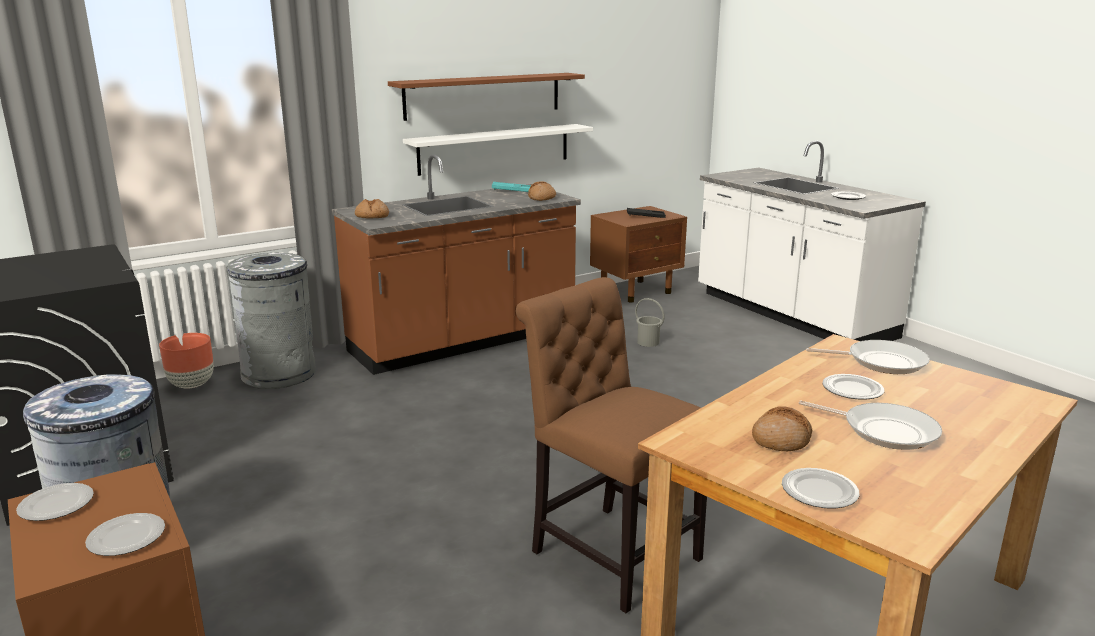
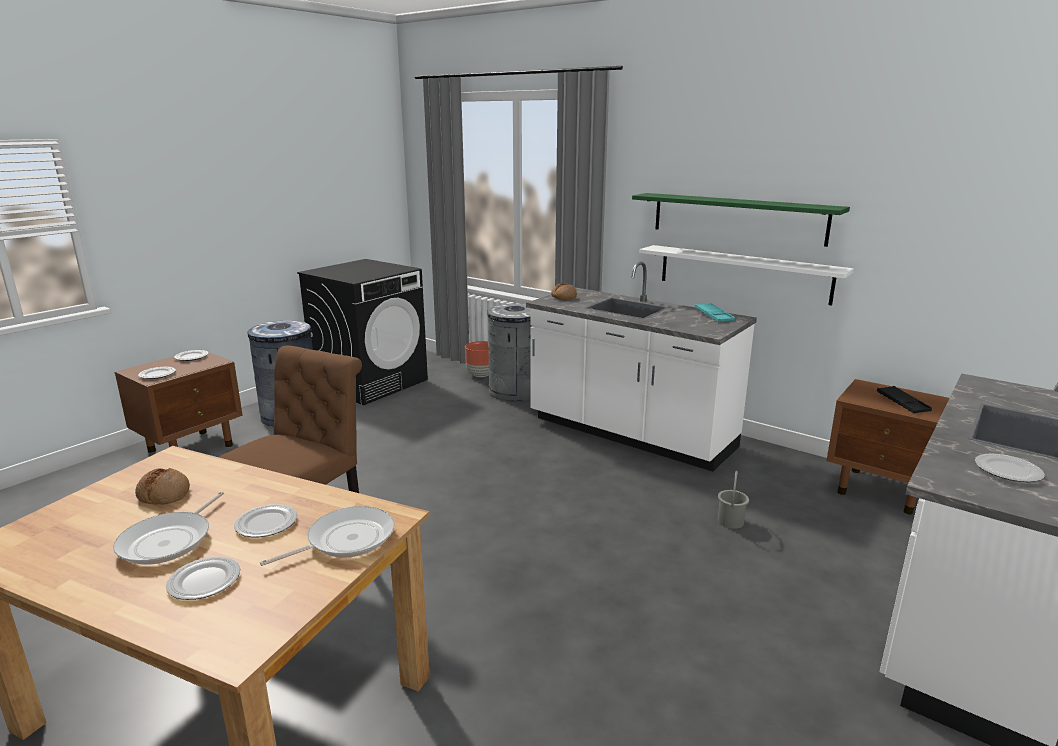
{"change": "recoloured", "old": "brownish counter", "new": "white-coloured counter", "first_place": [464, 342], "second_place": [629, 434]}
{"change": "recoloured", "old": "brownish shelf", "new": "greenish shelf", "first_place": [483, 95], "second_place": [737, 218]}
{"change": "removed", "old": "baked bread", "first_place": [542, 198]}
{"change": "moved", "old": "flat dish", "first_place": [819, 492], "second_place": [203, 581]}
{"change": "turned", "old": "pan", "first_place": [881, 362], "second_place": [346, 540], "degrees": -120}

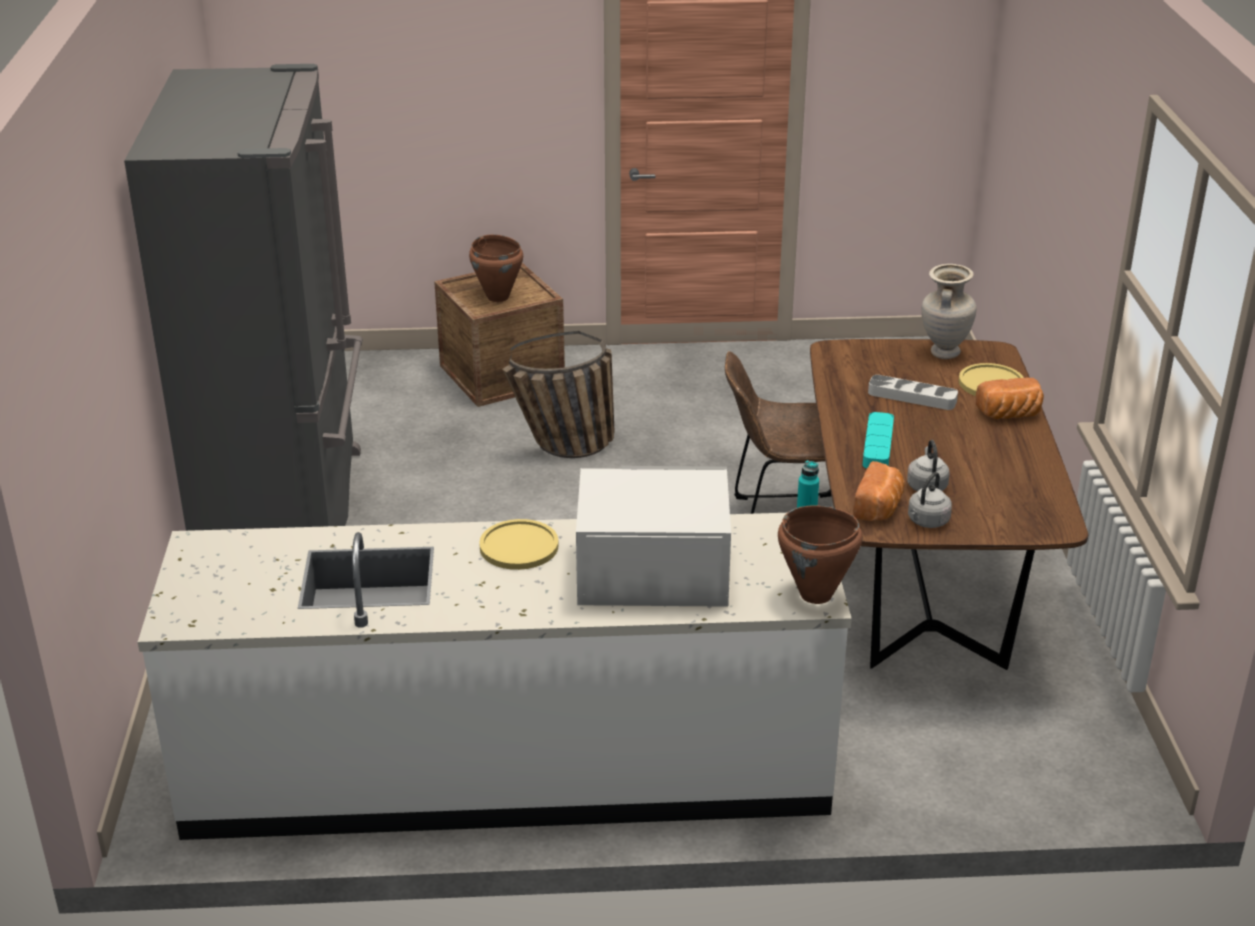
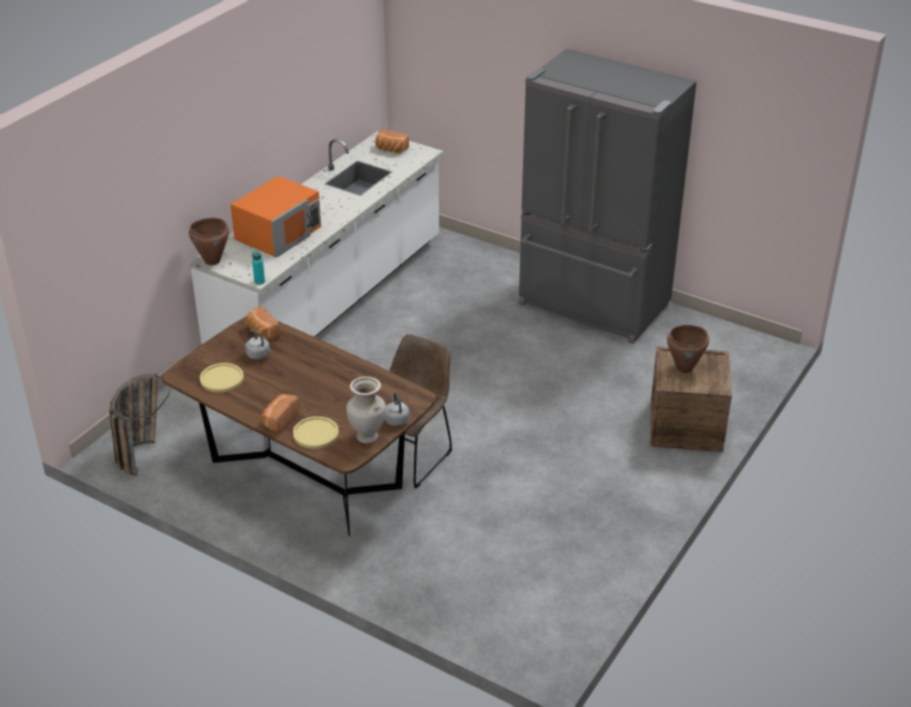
{"change": "moved", "old": "yellow flat dish", "first_place": [519, 546], "second_place": [222, 379]}
{"change": "moved", "old": "storage basket", "first_place": [563, 449], "second_place": [142, 451]}
{"change": "recoloured", "old": "white-coloured kitchen microwave", "new": "orangey kitchen microwave", "first_place": [651, 570], "second_place": [279, 233]}
{"change": "removed", "old": "turquoise tray", "first_place": [878, 445]}
{"change": "removed", "old": "grey tray", "first_place": [912, 397]}
{"change": "moved", "old": "grey water kettle", "first_place": [927, 522], "second_place": [396, 419]}
{"change": "added", "new": "baked bread", "second_place": [391, 150]}

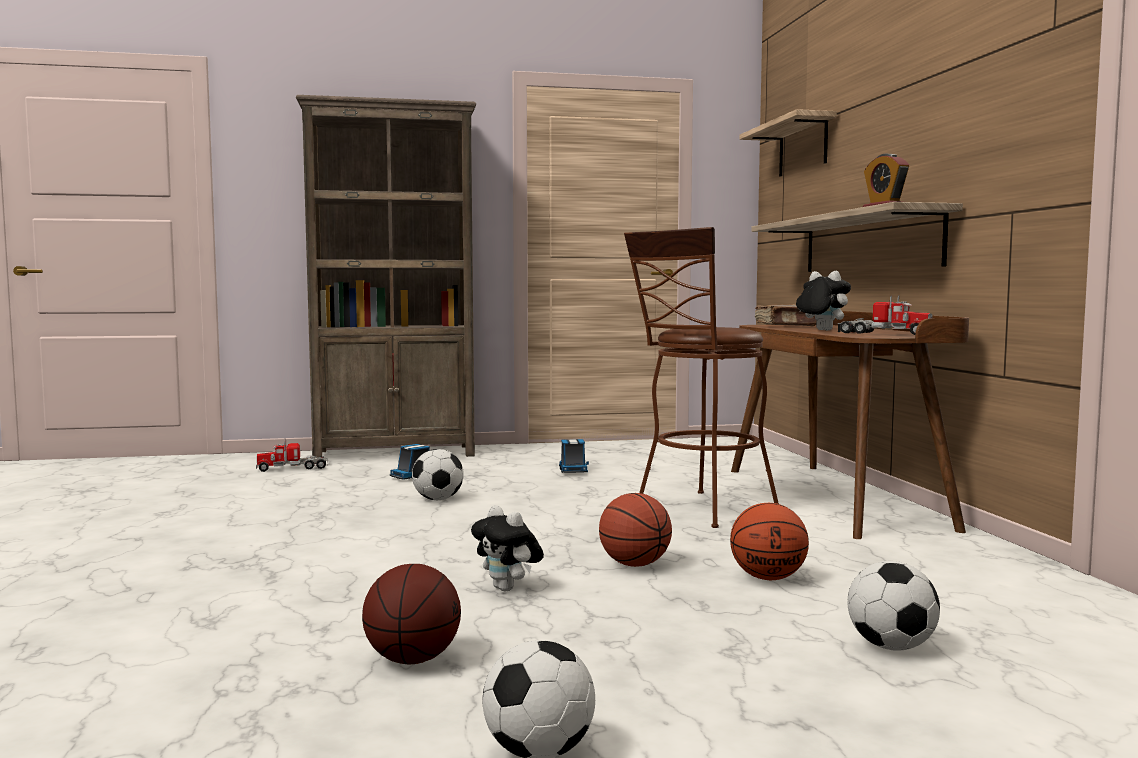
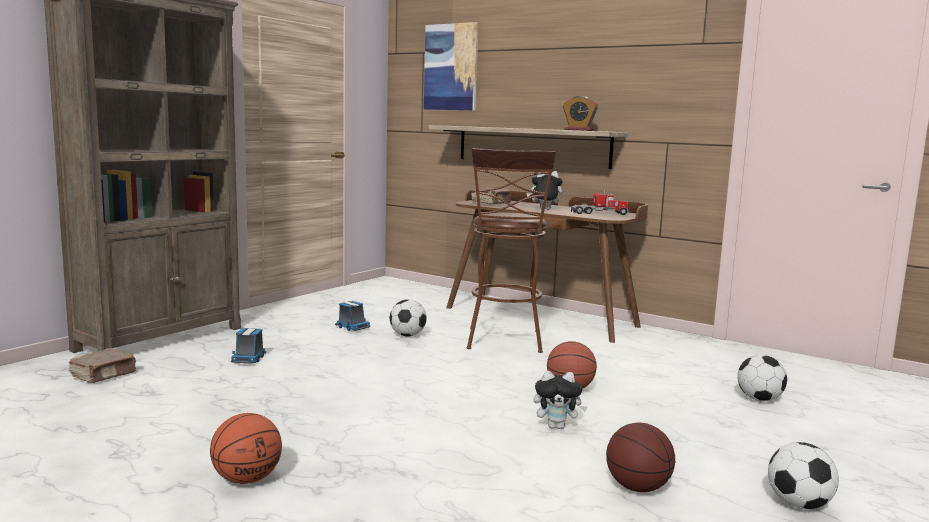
{"change": "replaced", "old": "toy truck", "new": "brownish volume", "first_place": [293, 468], "second_place": [104, 375]}
{"change": "moved", "old": "football ball", "first_place": [438, 499], "second_place": [408, 335]}
{"change": "moved", "old": "ball for basketball", "first_place": [768, 578], "second_place": [247, 479]}
{"change": "replaced", "old": "shelf", "new": "picture", "first_place": [803, 147], "second_place": [451, 67]}

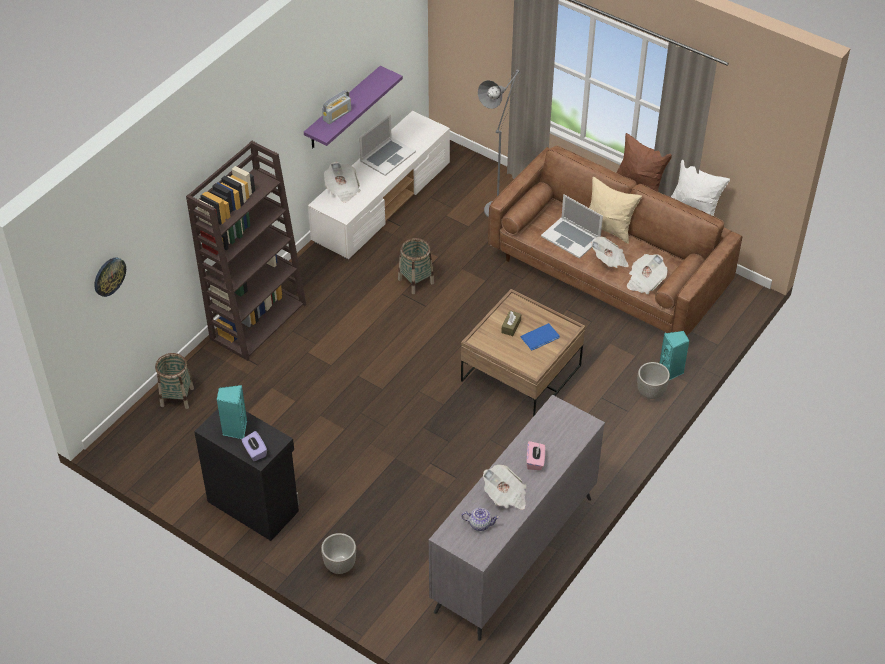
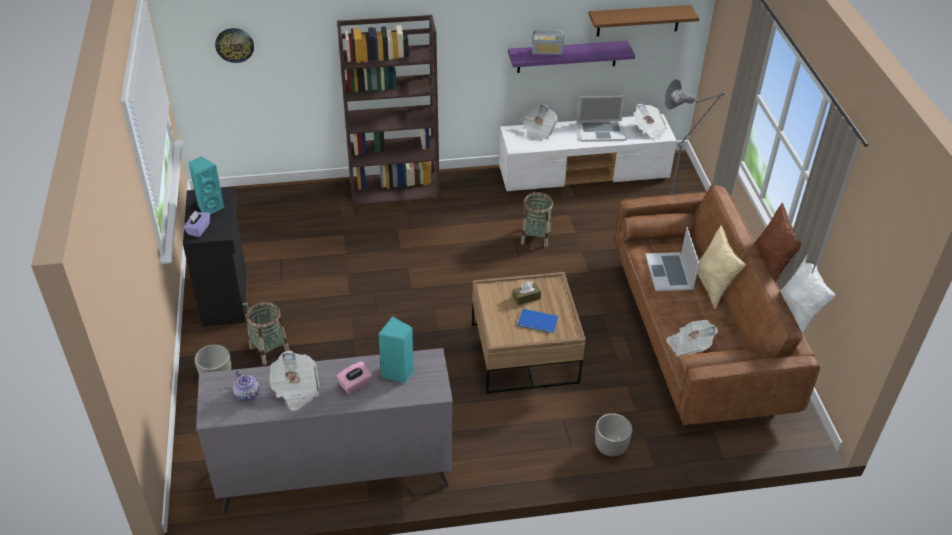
{"change": "moved", "old": "storage basket", "first_place": [177, 397], "second_place": [269, 349]}
{"change": "moved", "old": "daily paper", "first_place": [609, 261], "second_place": [649, 129]}
{"change": "moved", "old": "turquoise speaker", "first_place": [671, 371], "second_place": [398, 373]}
{"change": "added", "new": "brownish shelf", "second_place": [638, 20]}

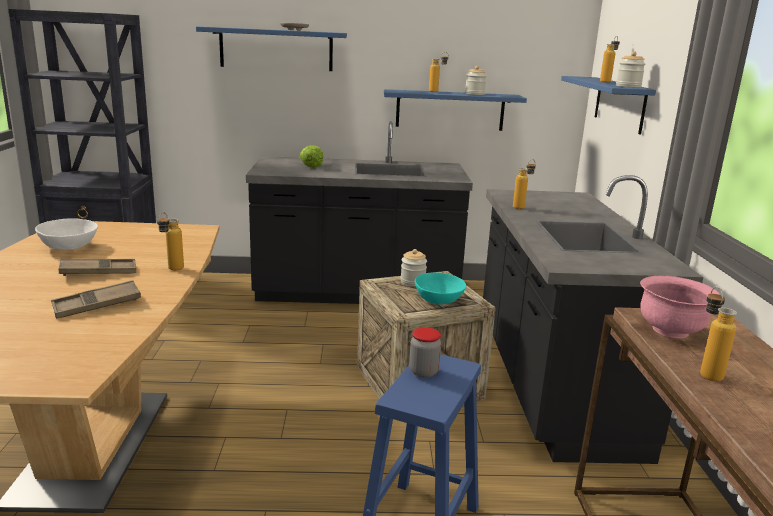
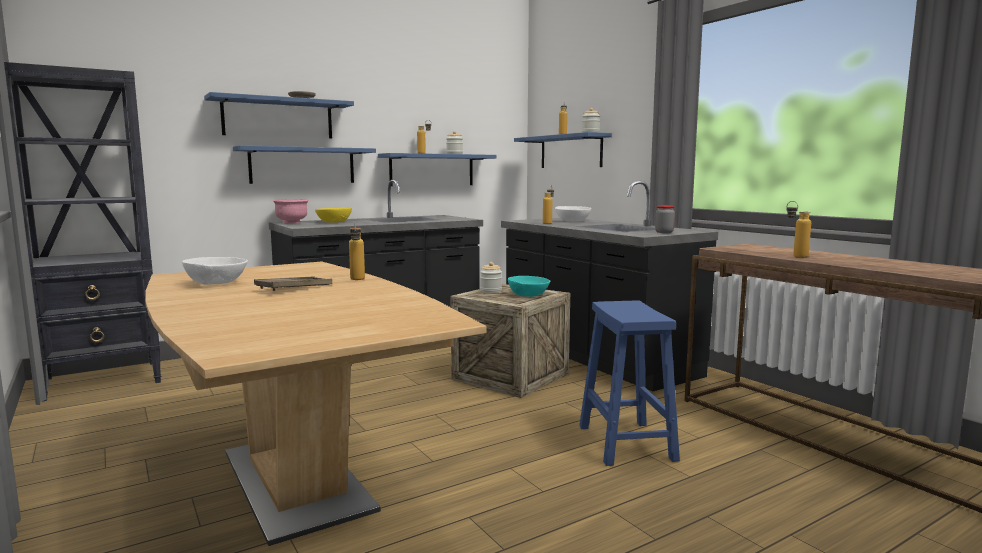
{"change": "removed", "old": "brownish tray", "first_place": [97, 305]}
{"change": "replaced", "old": "lettuce head", "new": "yellow deep dish", "first_place": [312, 165], "second_place": [334, 222]}
{"change": "moved", "old": "jar", "first_place": [423, 372], "second_place": [664, 232]}
{"change": "moved", "old": "pink-coloured deep dish", "first_place": [671, 331], "second_place": [292, 222]}
{"change": "added", "new": "bluish shelf", "second_place": [302, 165]}
{"change": "added", "new": "white-coloured deep dish", "second_place": [573, 221]}

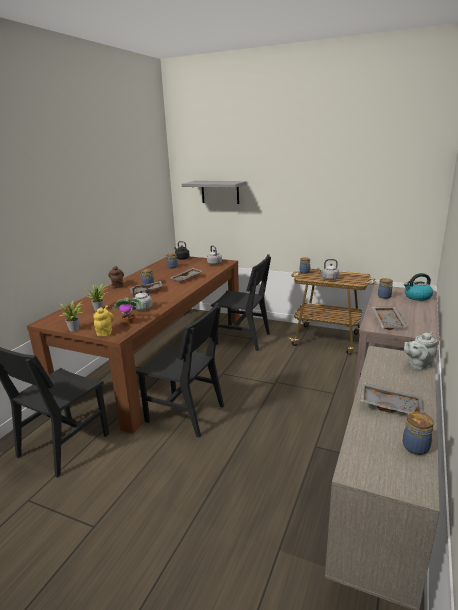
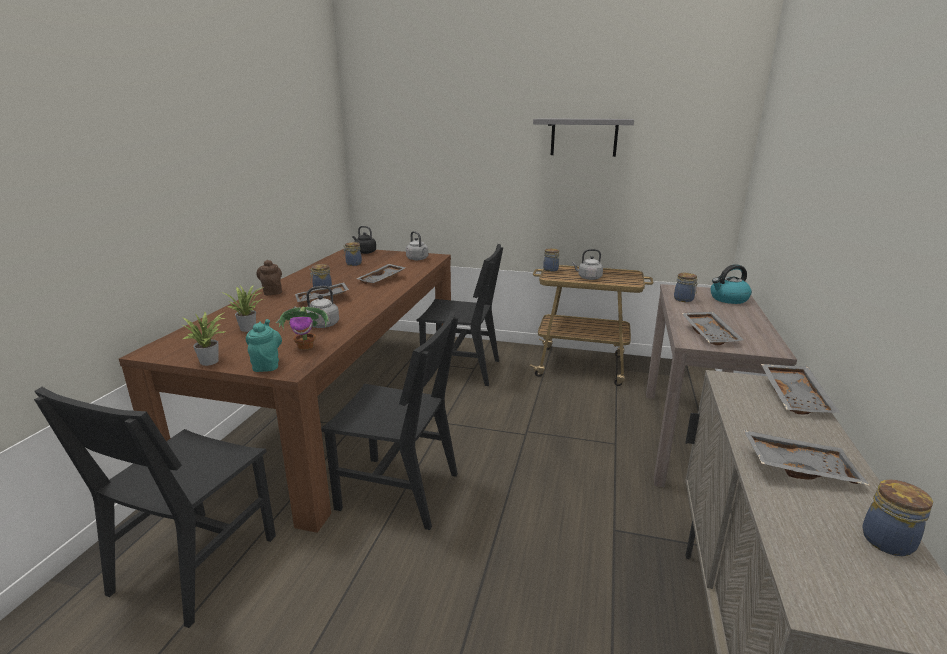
{"change": "recoloured", "old": "yellow pot for tea", "new": "turquoise pot for tea", "first_place": [105, 332], "second_place": [266, 365]}
{"change": "moved", "old": "grey shelf", "first_place": [220, 192], "second_place": [584, 137]}
{"change": "replaced", "old": "grey pot for tea", "new": "grey tray", "first_place": [418, 365], "second_place": [796, 397]}

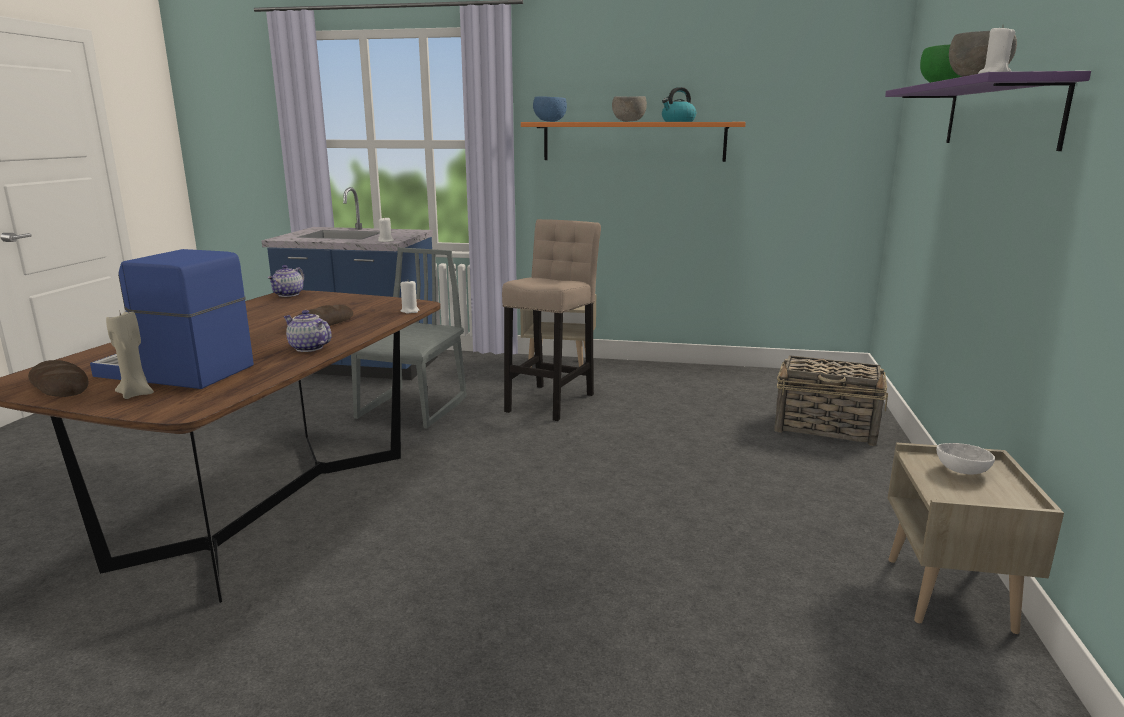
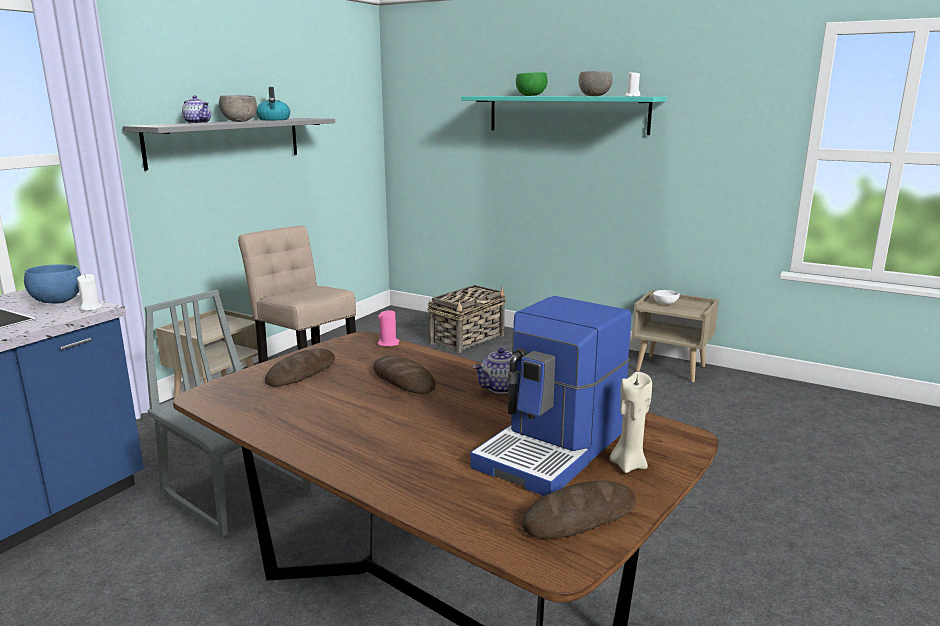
{"change": "moved", "old": "pot for tea", "first_place": [289, 294], "second_place": [198, 123]}
{"change": "recoloured", "old": "white-coloured candle", "new": "pink-coloured candle", "first_place": [410, 311], "second_place": [388, 343]}
{"change": "recoloured", "old": "orangey shelf", "new": "grey shelf", "first_place": [633, 141], "second_place": [226, 141]}
{"change": "moved", "old": "bluish deep dish", "first_place": [550, 121], "second_place": [58, 302]}
{"change": "recoloured", "old": "purple-coloured shelf", "new": "turquoise shelf", "first_place": [999, 114], "second_place": [567, 114]}
{"change": "added", "new": "baked bread", "second_place": [301, 373]}

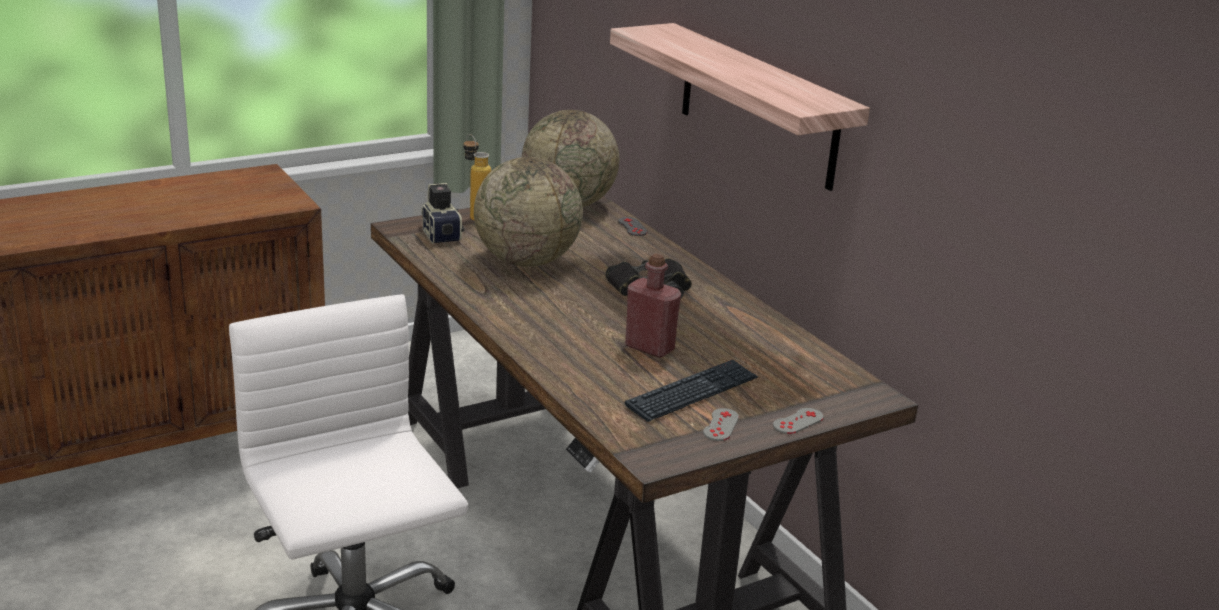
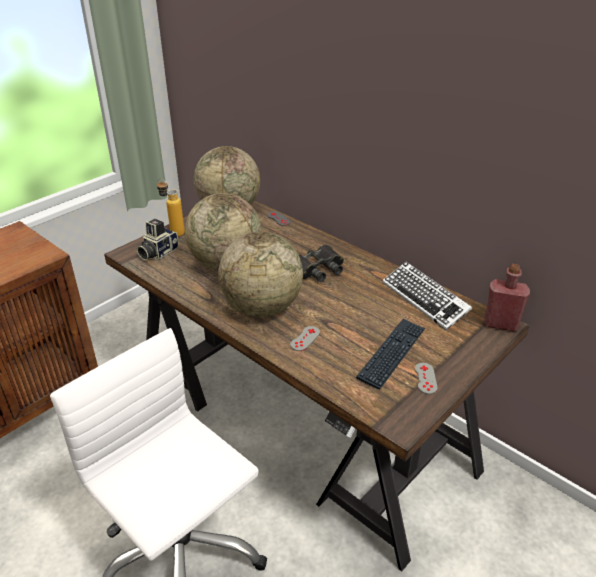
{"change": "turned", "old": "still camera", "first_place": [441, 233], "second_place": [157, 252], "degrees": -105}
{"change": "removed", "old": "shelf", "first_place": [757, 105]}
{"change": "moved", "old": "reddish bottle", "first_place": [649, 348], "second_place": [500, 324]}
{"change": "moved", "old": "grey game controller", "first_place": [798, 421], "second_place": [305, 338]}
{"change": "added", "new": "globe", "second_place": [262, 307]}
{"change": "added", "new": "PC keyboard", "second_place": [424, 299]}

